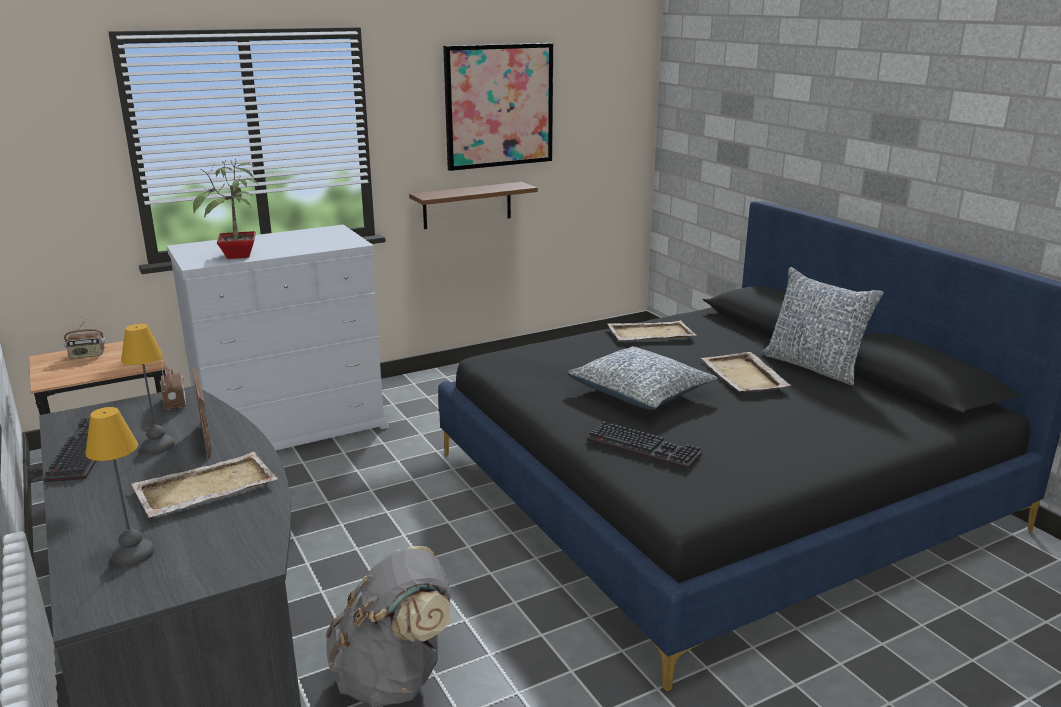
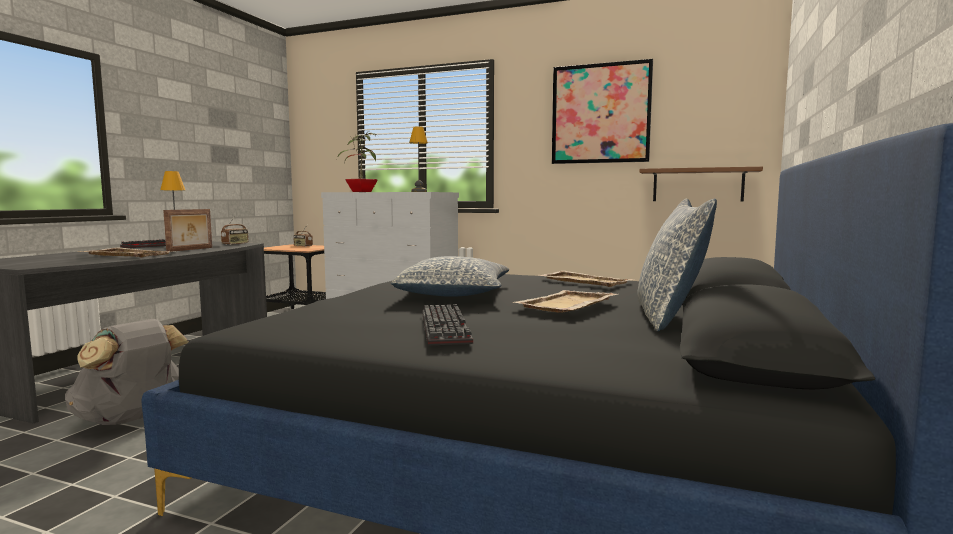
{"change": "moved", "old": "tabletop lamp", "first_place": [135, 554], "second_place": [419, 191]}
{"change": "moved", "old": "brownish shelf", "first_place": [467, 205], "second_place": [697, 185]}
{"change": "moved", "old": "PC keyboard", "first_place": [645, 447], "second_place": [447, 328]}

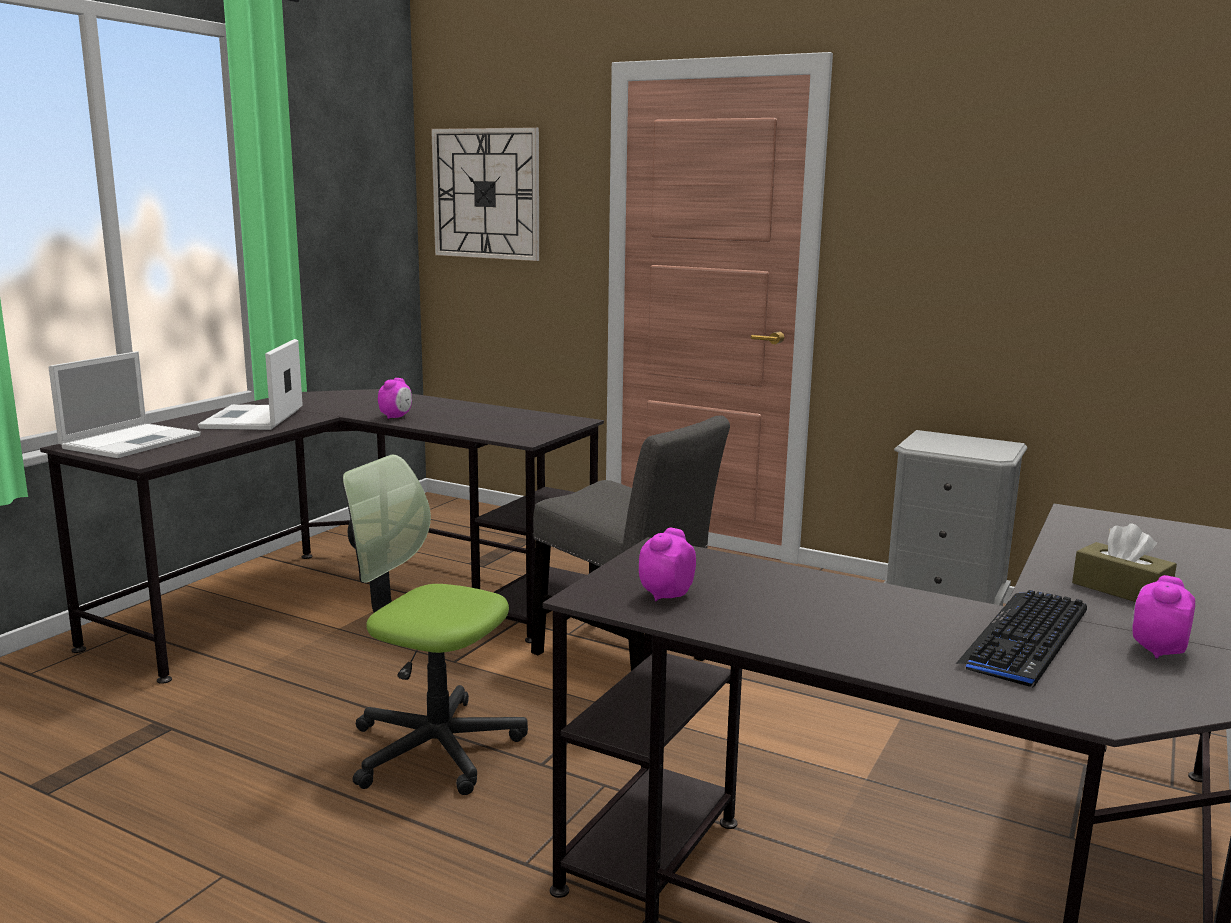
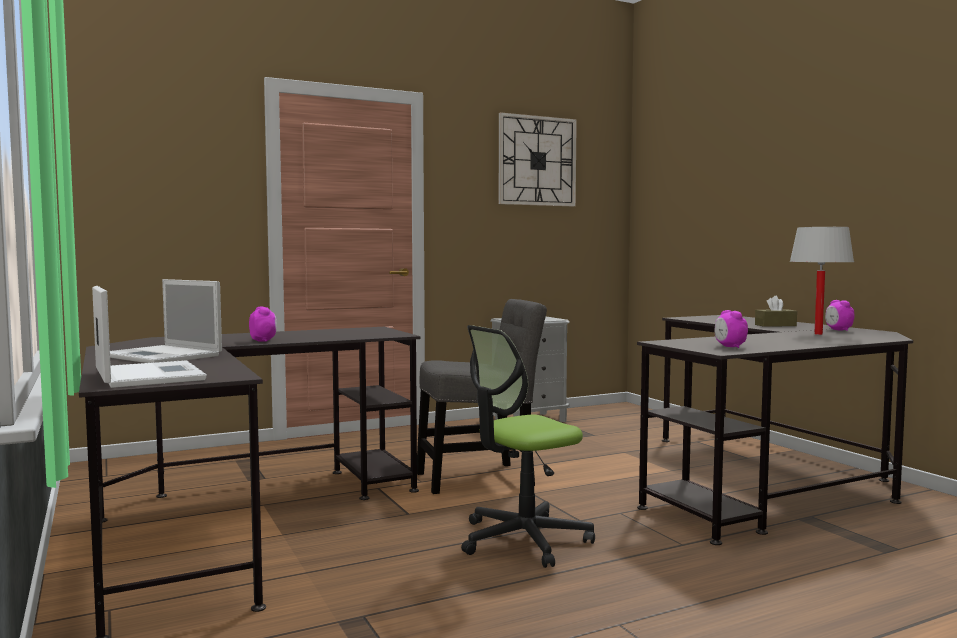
{"change": "moved", "old": "clock on the wall", "first_place": [486, 194], "second_place": [537, 161]}
{"change": "replaced", "old": "PC keyboard", "new": "white-coloured tabletop lamp", "first_place": [1025, 638], "second_place": [818, 334]}

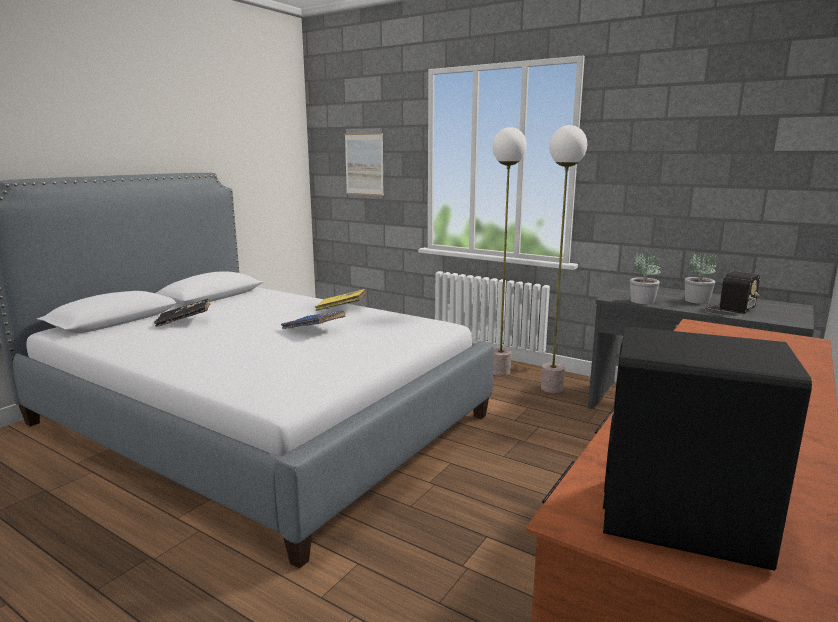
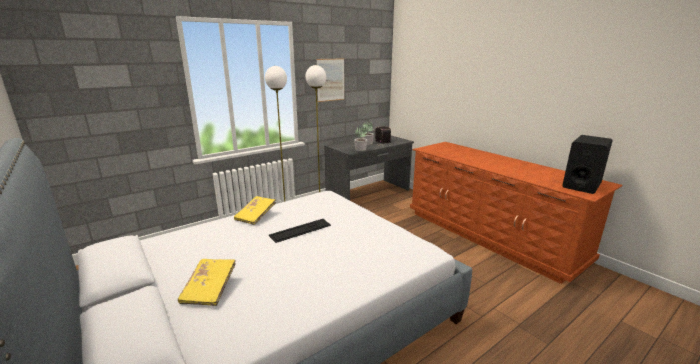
{"change": "recoloured", "old": "black volume", "new": "yellow volume", "first_place": [184, 321], "second_place": [210, 289]}
{"change": "replaced", "old": "bluish volume", "new": "PC keyboard", "first_place": [314, 329], "second_place": [300, 230]}
{"change": "moved", "old": "picture", "first_place": [364, 164], "second_place": [330, 80]}

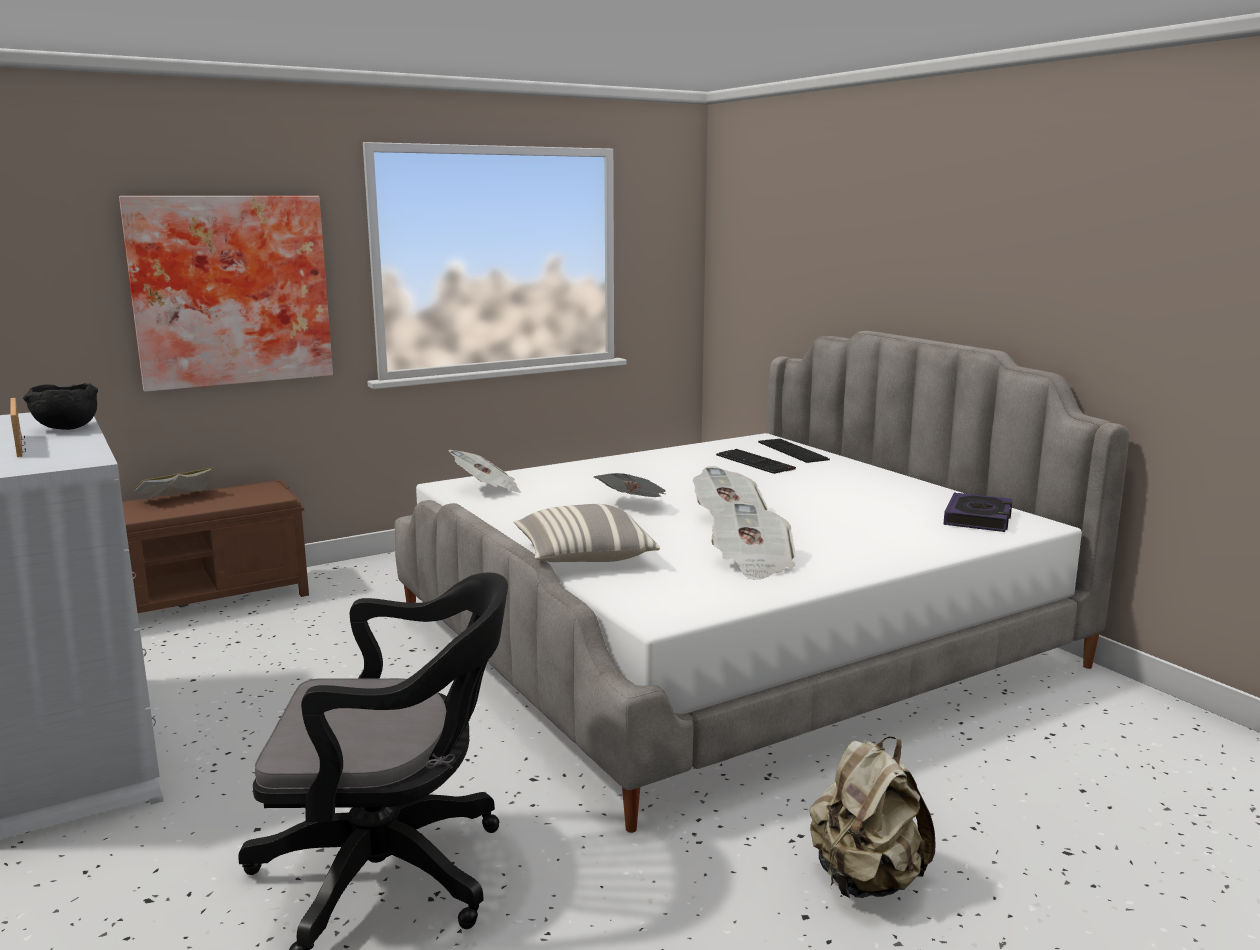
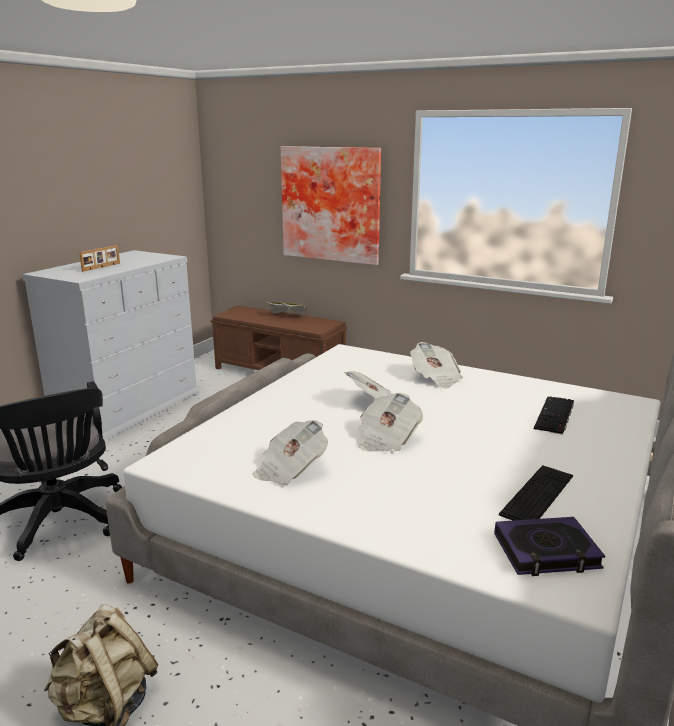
{"change": "removed", "old": "black deep dish", "first_place": [65, 429]}
{"change": "moved", "old": "daily paper", "first_place": [487, 490], "second_place": [435, 378]}
{"change": "removed", "old": "throw pillow", "first_place": [583, 557]}
{"change": "moved", "old": "PC keyboard", "first_place": [792, 451], "second_place": [537, 494]}

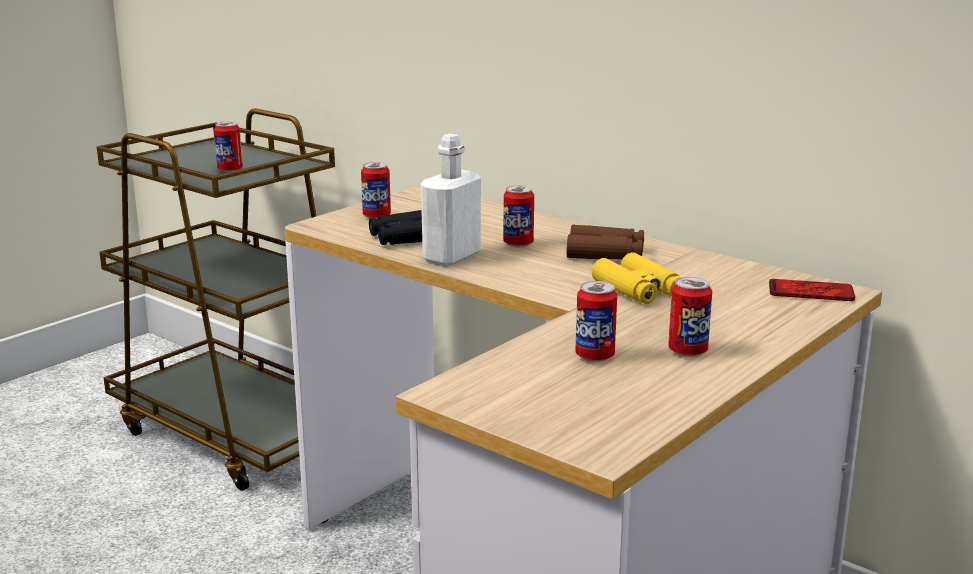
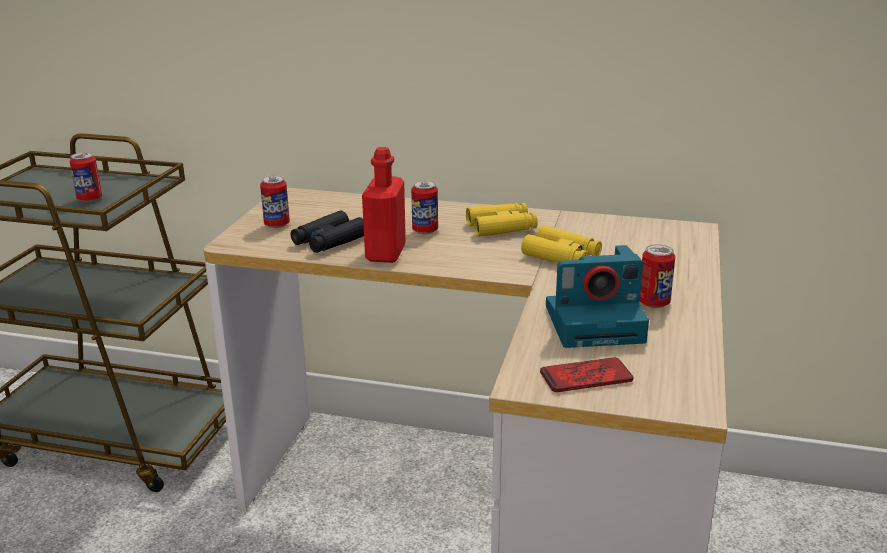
{"change": "recoloured", "old": "white-coloured bottle", "new": "reddish bottle", "first_place": [451, 257], "second_place": [385, 253]}
{"change": "recoloured", "old": "brownish field glasses", "new": "yellow field glasses", "first_place": [605, 253], "second_place": [501, 227]}
{"change": "replaced", "old": "sealed can", "new": "still camera", "first_place": [594, 356], "second_place": [596, 323]}
{"change": "moved", "old": "handset", "first_place": [810, 292], "second_place": [586, 376]}

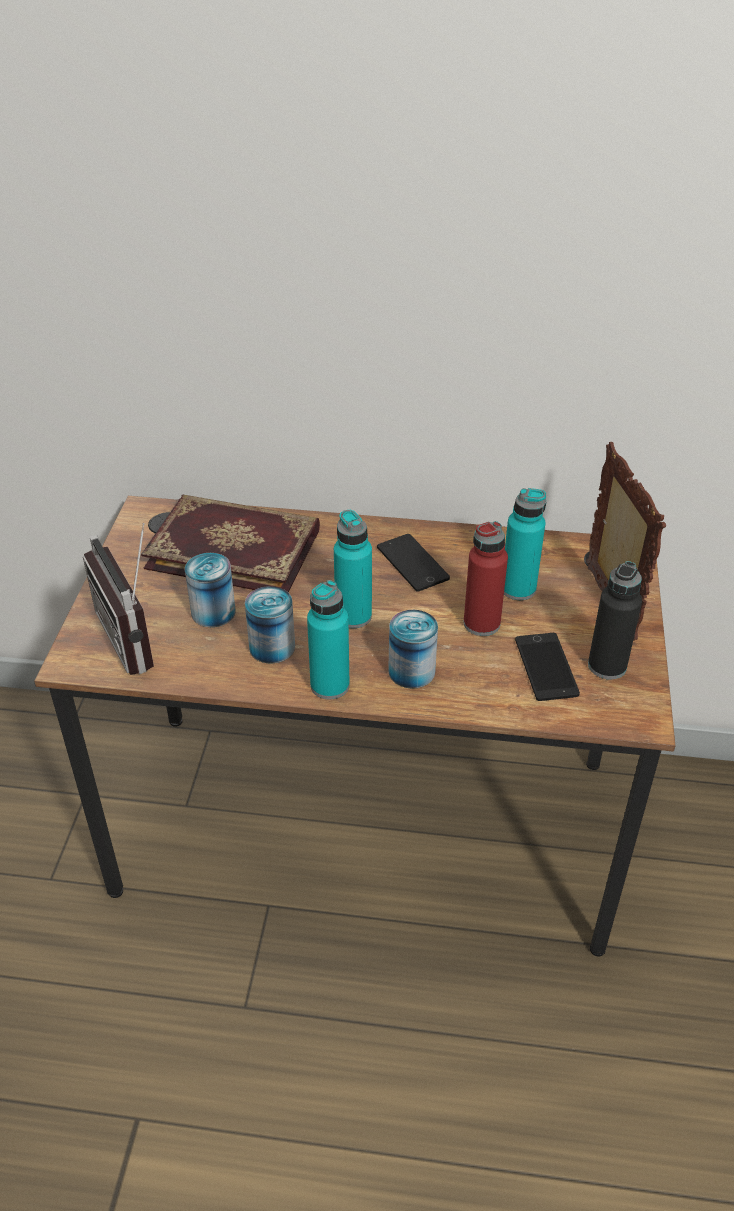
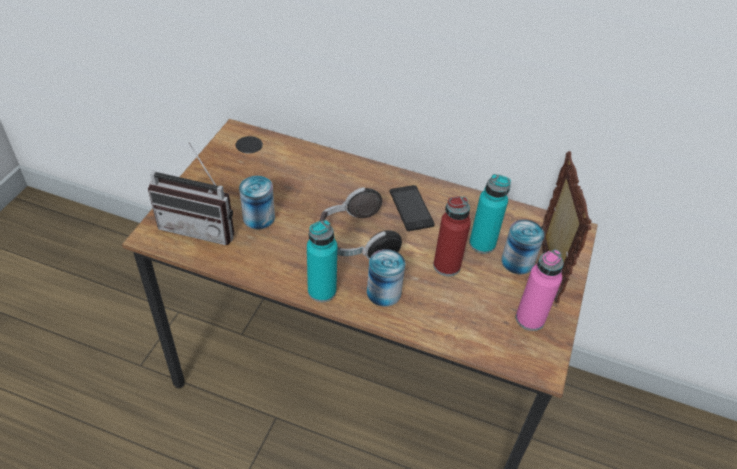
{"change": "turned", "old": "radio receiver", "first_place": [138, 637], "second_place": [201, 226], "degrees": -60}
{"change": "removed", "old": "volume", "first_place": [234, 547]}
{"change": "moved", "old": "sealed can", "first_place": [272, 647], "second_place": [517, 261]}
{"change": "replaced", "old": "turquoise bottle", "new": "pair of headphones", "first_place": [353, 616], "second_place": [355, 241]}
{"change": "removed", "old": "handset", "first_place": [546, 667]}
{"change": "recoloured", "old": "black bottle", "new": "pink-coloured bottle", "first_place": [607, 666], "second_place": [530, 319]}

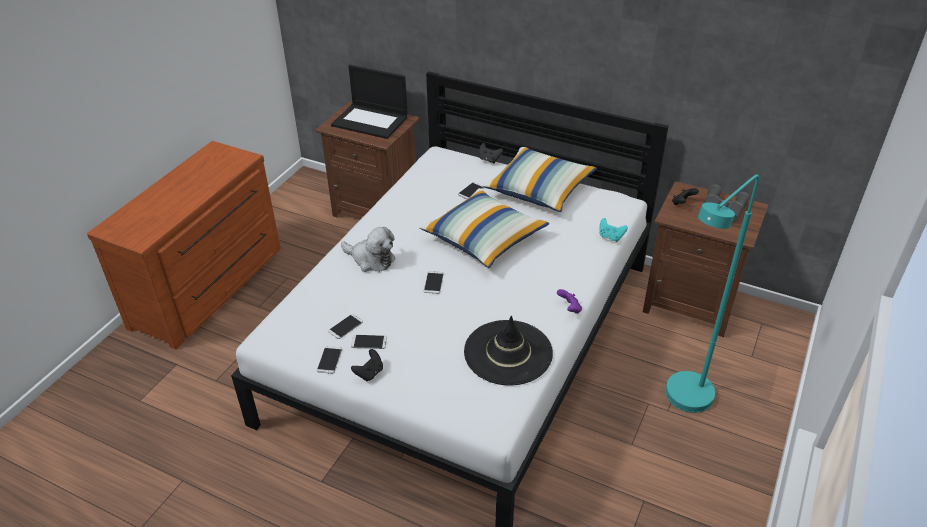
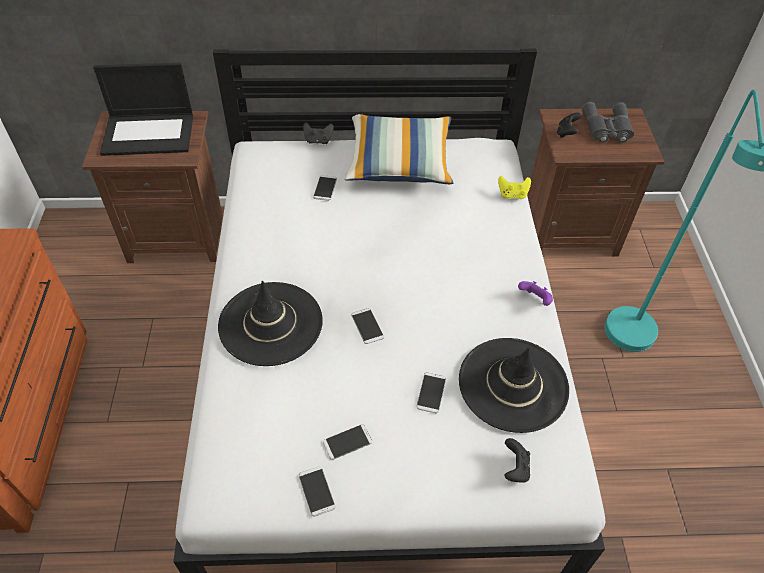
{"change": "moved", "old": "handset", "first_place": [345, 327], "second_place": [431, 393]}
{"change": "replaced", "old": "cuddly toy", "new": "black clothing hat", "first_place": [371, 259], "second_place": [270, 324]}
{"change": "moved", "old": "black game controller", "first_place": [369, 373], "second_place": [515, 468]}
{"change": "removed", "old": "throw pillow", "first_place": [484, 239]}
{"change": "recoloured", "old": "turquoise game controller", "new": "yellow game controller", "first_place": [610, 237], "second_place": [512, 195]}

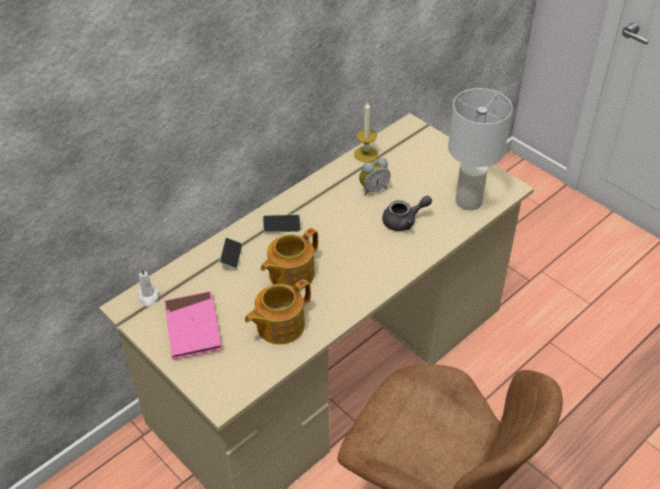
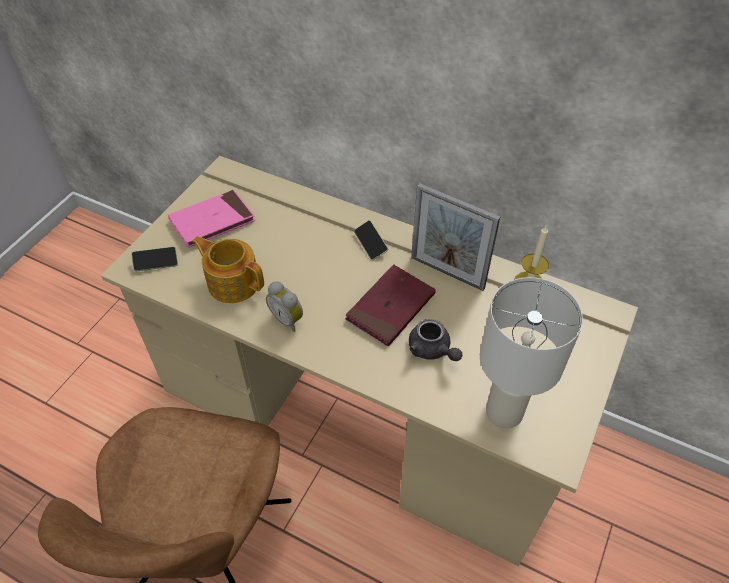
{"change": "removed", "old": "white-coloured candle", "first_place": [148, 297]}
{"change": "moved", "old": "handset", "first_place": [231, 257], "second_place": [156, 263]}
{"change": "removed", "old": "pot for tea", "first_place": [290, 274]}
{"change": "moved", "old": "table clock", "first_place": [373, 189], "second_place": [288, 319]}
{"change": "added", "new": "reddish volume", "second_place": [390, 307]}
{"change": "added", "new": "standing frame", "second_place": [447, 273]}

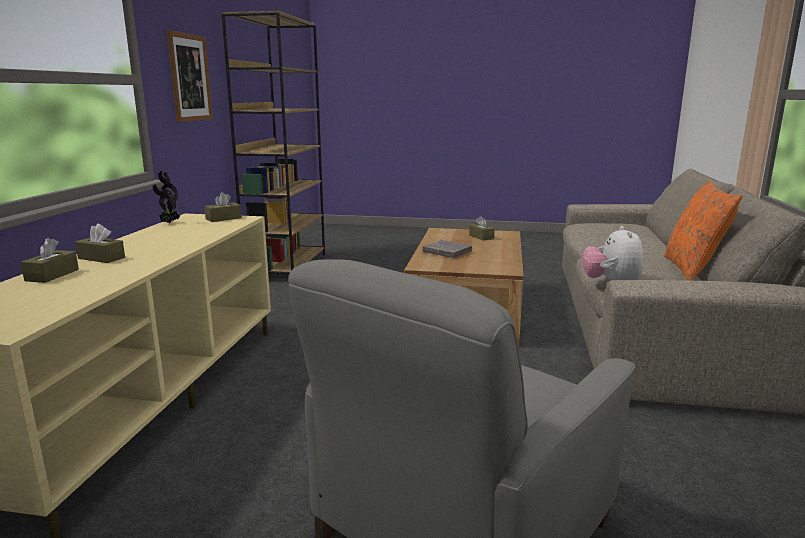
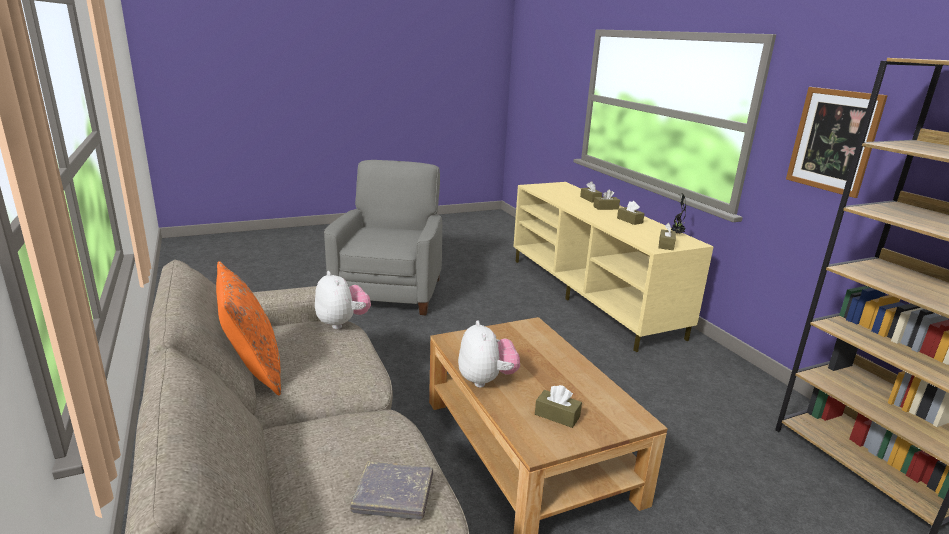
{"change": "moved", "old": "grey volume", "first_place": [447, 252], "second_place": [393, 494]}
{"change": "added", "new": "cuddly toy", "second_place": [486, 380]}
{"change": "added", "new": "brownish box of tissues", "second_place": [629, 220]}

